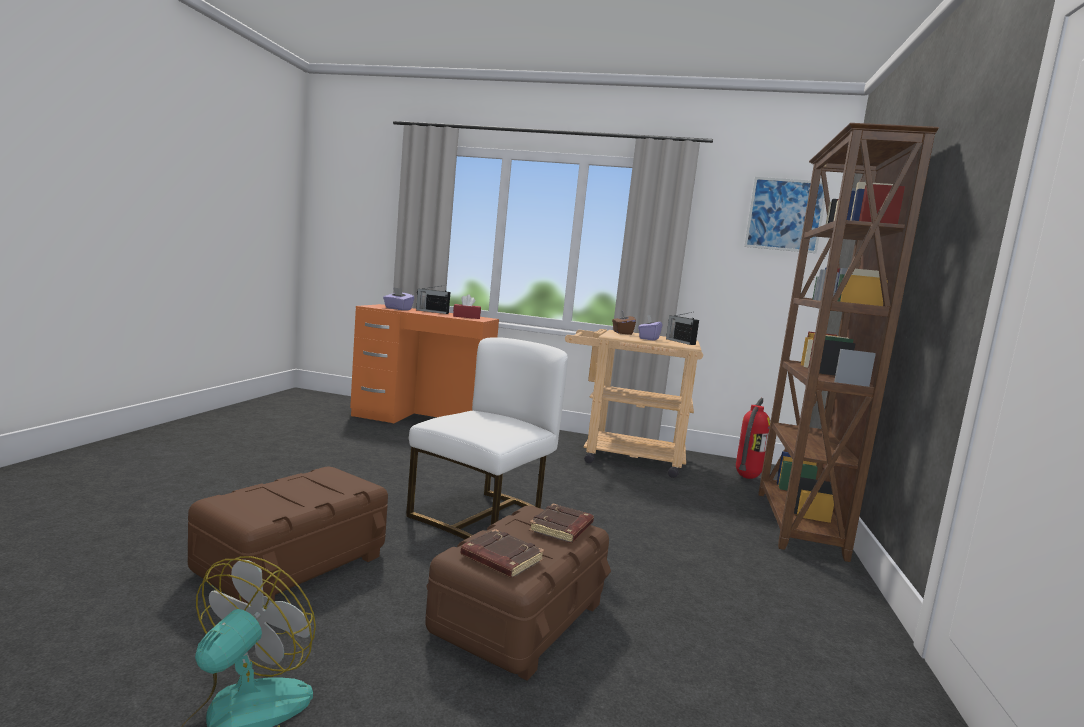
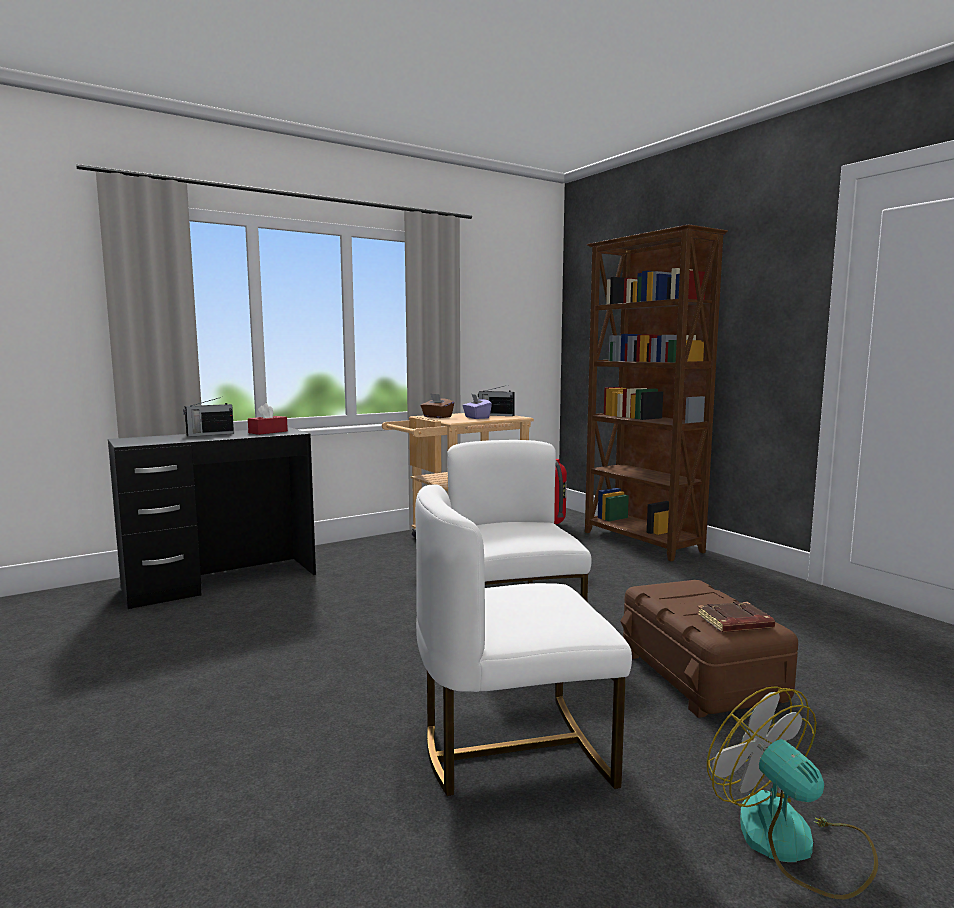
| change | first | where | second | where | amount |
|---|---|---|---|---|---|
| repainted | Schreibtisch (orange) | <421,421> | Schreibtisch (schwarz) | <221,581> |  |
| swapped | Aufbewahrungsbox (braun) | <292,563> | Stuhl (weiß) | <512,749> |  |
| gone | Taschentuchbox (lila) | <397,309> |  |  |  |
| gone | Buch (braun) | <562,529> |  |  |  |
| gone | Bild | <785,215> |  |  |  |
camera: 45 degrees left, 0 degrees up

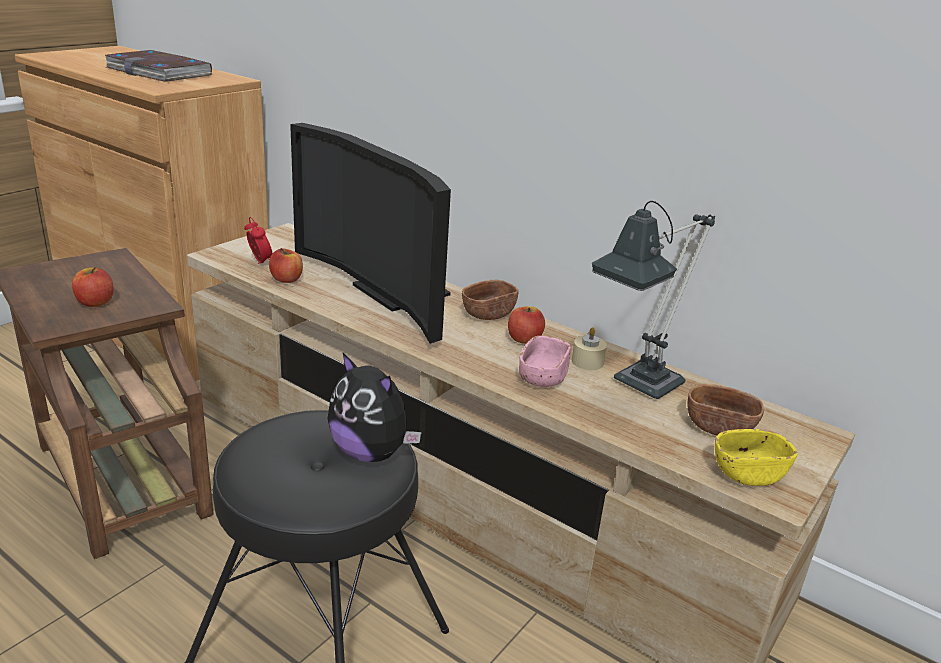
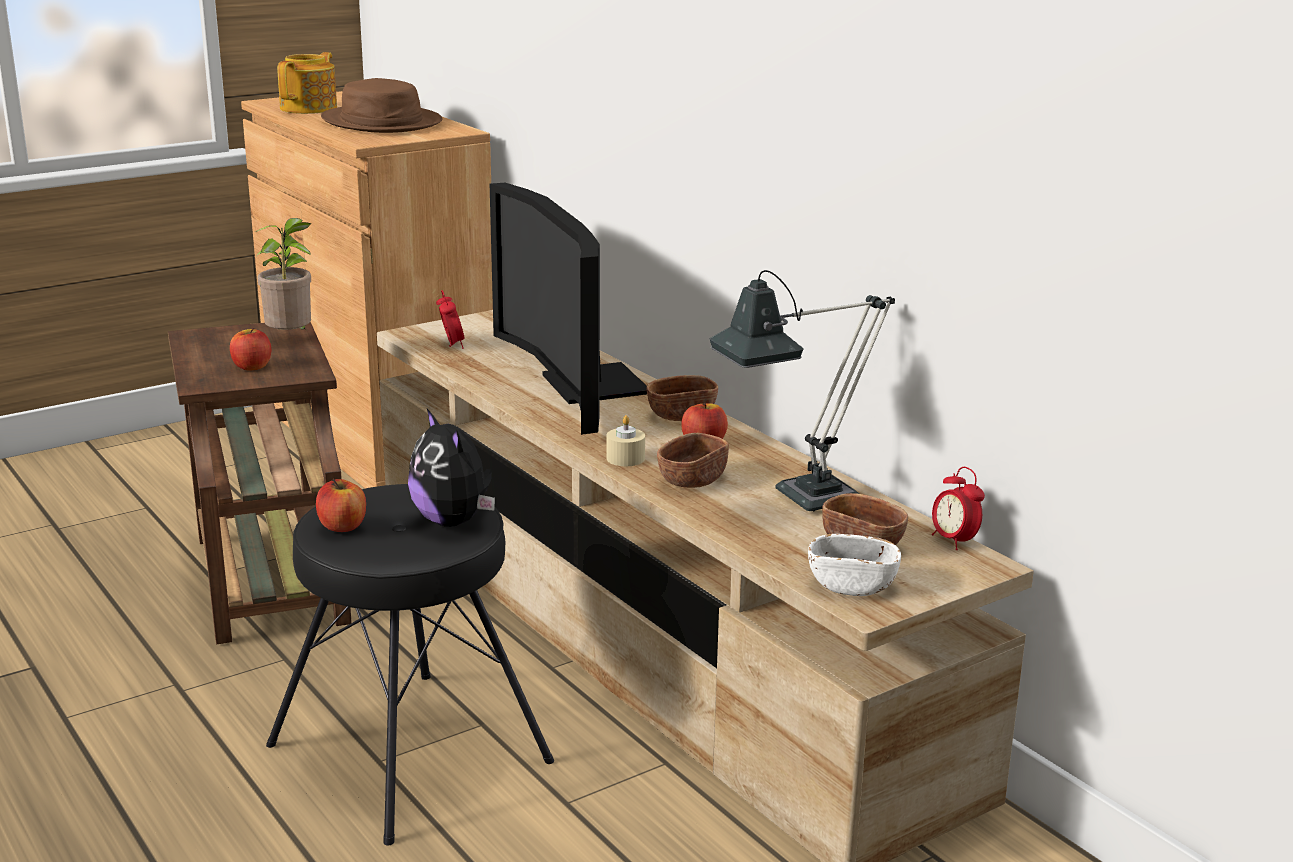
| change | first | where | second | where | amount |
|---|---|---|---|---|---|
| new |  |  | Topfpflanze | <291,339> |  |
| new |  |  | Teekanne | <310,108> |  |
| shifted | Apfel | <286,279> |  | <342,526> |  |
| swapped | Buch | <159,72> | Hut (braun) | <382,122> |  |
| shifted | Kerze (beige) | <587,362> |  | <625,458> |  |
| repainted | Schüssel (rosa) | <542,377> | Schüssel (braun) | <692,480> |  |
| repainted | Schüssel (gelb) | <748,473> | Schüssel (weiß) | <852,585> |  |
| new |  |  | Wecker | <954,541> |  |
camera: 20 degrees right, 5 degrees down

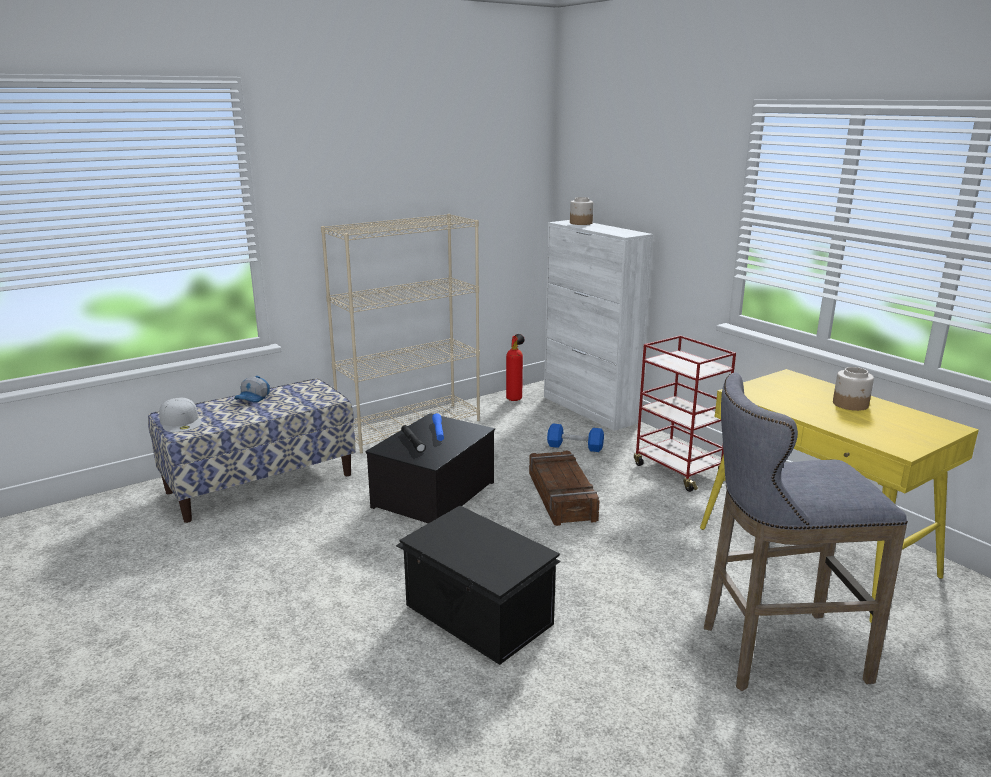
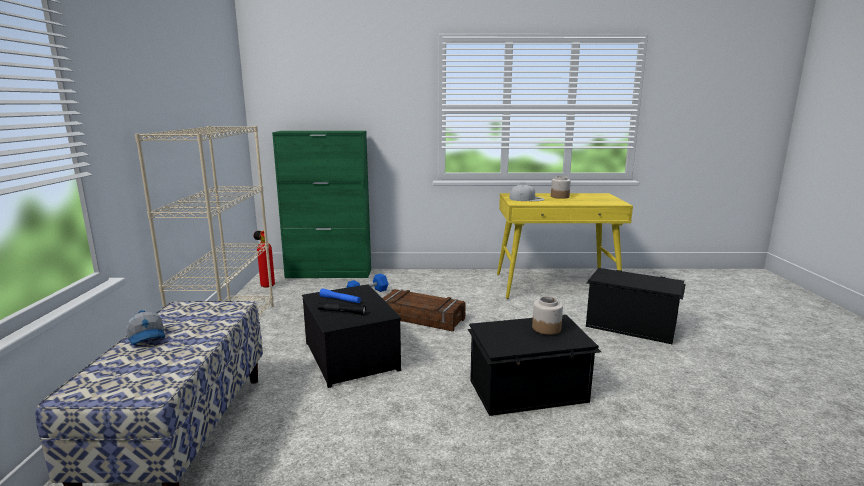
| change | first | where | second | where | amount |
|---|---|---|---|---|---|
| repainted | Schrank (weiß) | <589,409> | Schrank (grün) | <329,273> |  |
| shifted | Kappe (weiß) | <181,422> |  | <526,198> |  |
| shifted | Vorratsglas | <581,223> |  | <546,328> |  |
| swapped | Hocker (grau) | <775,652> | Aufbewahrungsbox (schwarz) | <630,325> |  |
| gone | Rollwagen (rot) | <678,470> |  |  |  |
camera: 55 degrees left, 5 degrees down

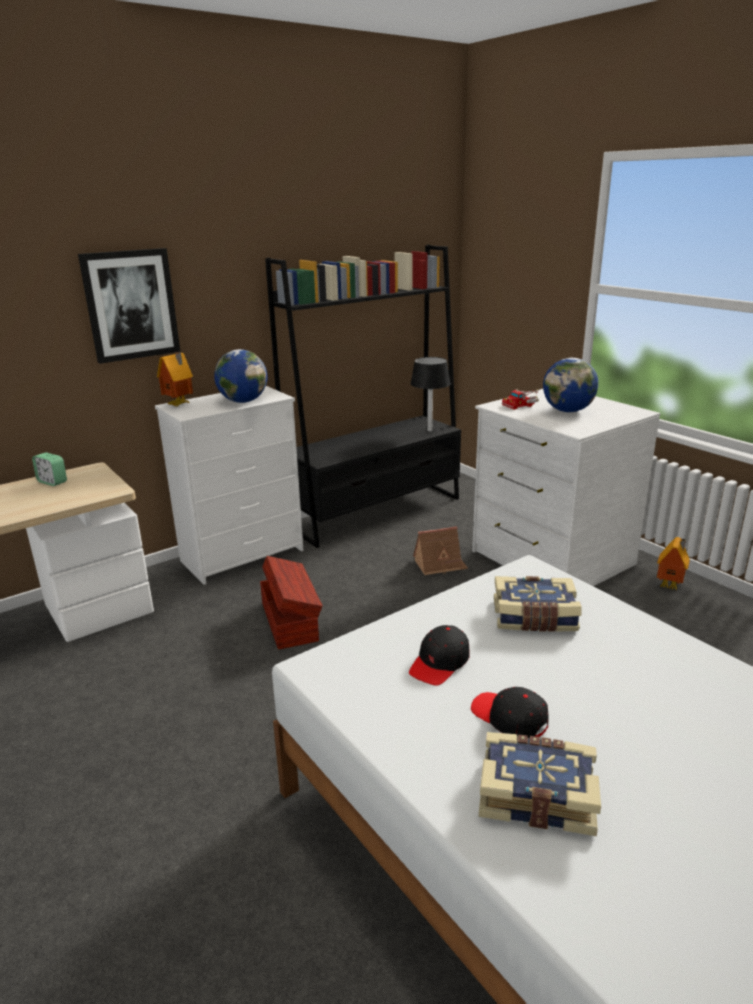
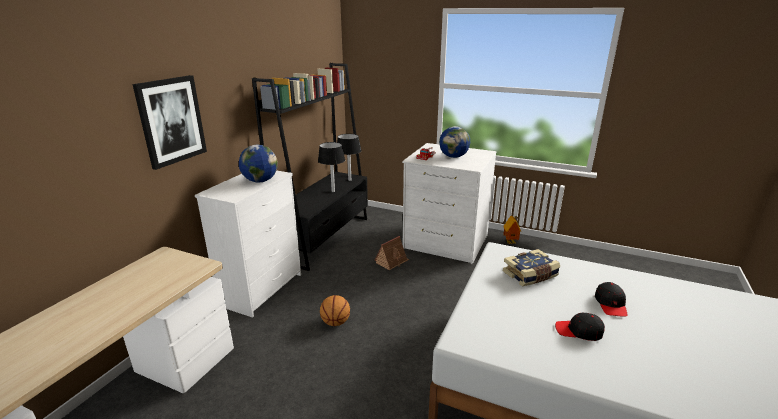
| change | first | where | second | where | amount |
|---|---|---|---|---|---|
| new |  |  | Tischlampe (schwarz) | <333,191> |  |
| swapped | Aufbewahrungsbox (braun) | <290,620> | Basketball | <335,322> |  |
| shifted | Kappe (schwarz) | <440,663> |  | <611,304> |  |
| gone | Wecker | <52,482> |  |  |  |
| gone | Spielzeughaus | <180,405> |  |  |  |
| gone | Buch | <536,794> |  |  |  |
camera: 30 degrees left, 0 degrees up

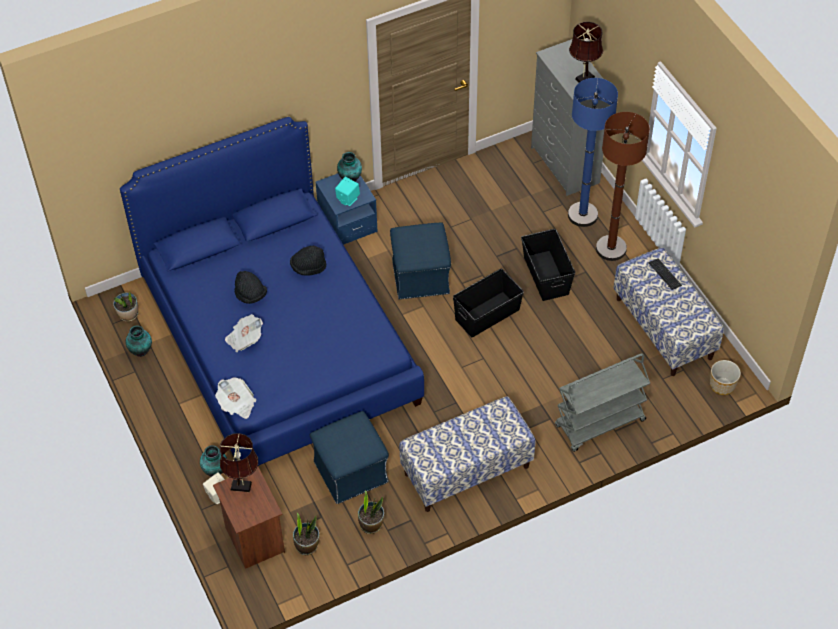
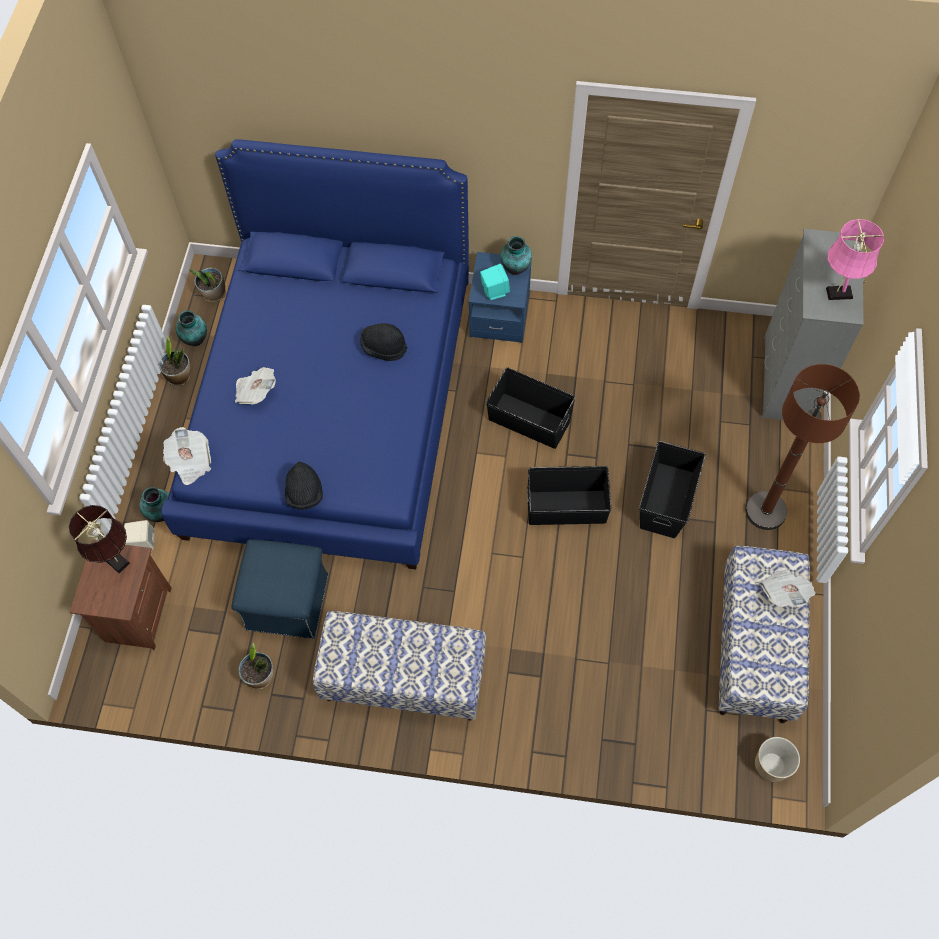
| change | first | where | second | where | amount |
|---|---|---|---|---|---|
| shifted | Topfpflanze | <307,546> |  | <179,376> |  |
| shifted | Hut (schwarz) | <250,295> |  | <304,494> |  |
| swapped | Polsterhocker (blau) | <420,276> | Aufbewahrungsbox (schwarz) | <529,420> |  |
| swapped | Tastatur | <664,274> | Zeitung | <784,592> |  |
| repainted | Tischlampe (braun) | <583,79> | Tischlampe (rosa) | <836,293> |  |
| gone | Rollwagen (grau) | <599,424> |  |  |  |
| gone | Stehlampe (blau) | <582,215> |  |  |  |
camera: 35 degrees right, 10 degrees up

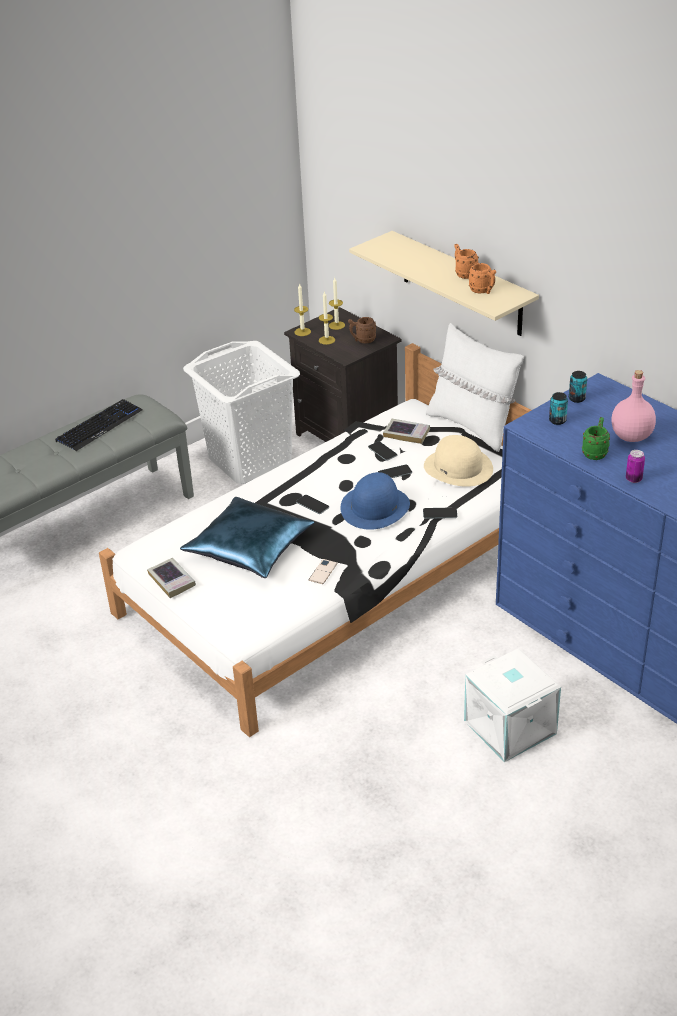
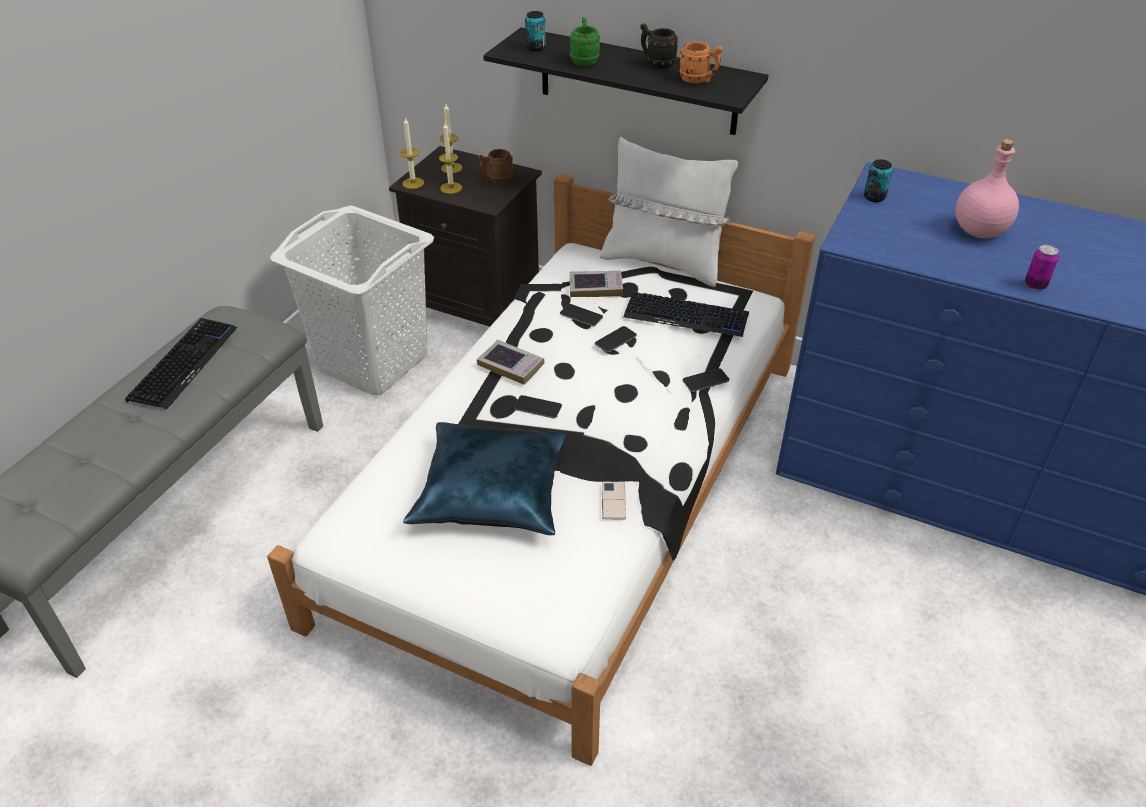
| change | first | where | second | where | amount |
|---|---|---|---|---|---|
| shifted | Buch | <172,581> |  | <511,365> |  |
| repainted | Wandregal (beige) | <461,284> | Wandregal (schwarz) | <637,82> |  |
| shifted | Dose | <557,420> |  | <535,47> |  |
| shifted | Henkelbecher (grün) | <595,452> |  | <584,60> |  |
| swapped | Hut (beige) | <458,467> | Tastatur | <686,316> |  |
| repainted | Henkelbecher (orange) | <464,274> | Henkelbecher (schwarz) | <656,64> |  |
| gone | Hut (blau) | <375,507> |  |  |  |
| gone | Aufbewahrungsbox (weiß) | <511,727> |  |  |  |
camera: 25 degrees left, 5 degrees up

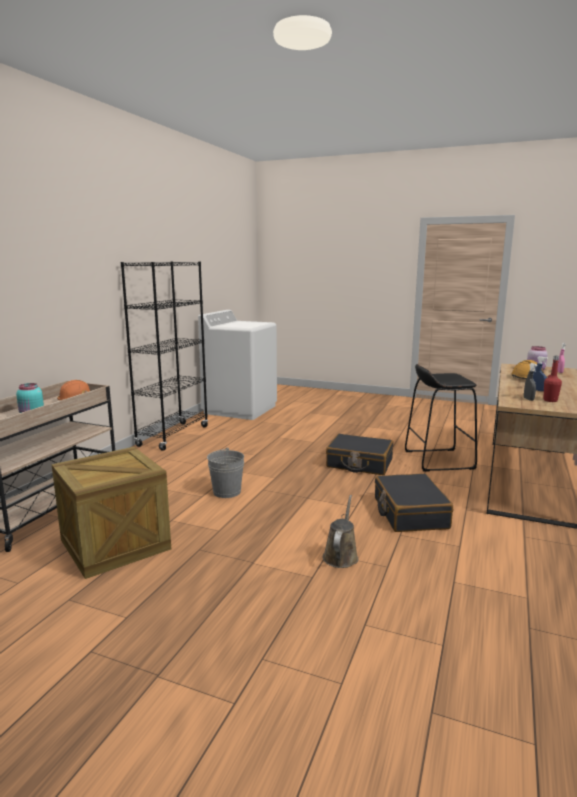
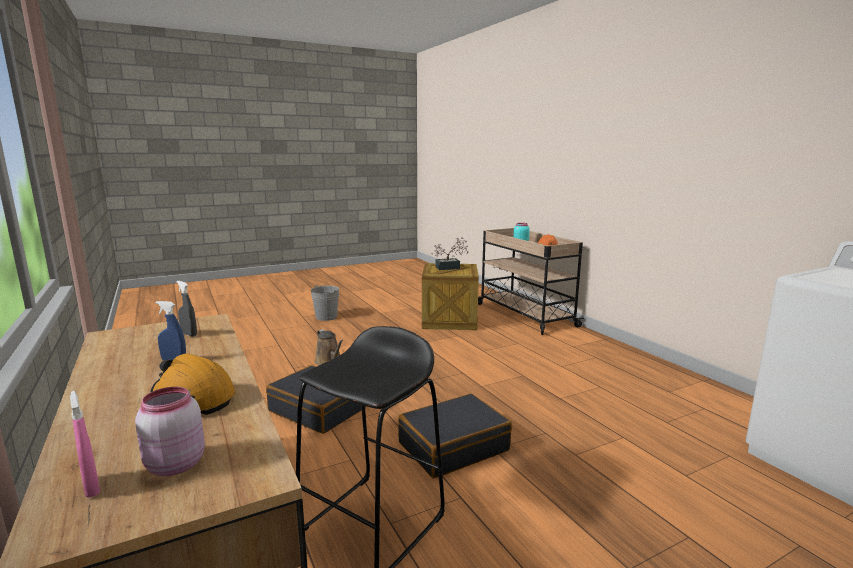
| change | first | where | second | where | amount |
|---|---|---|---|---|---|
| shifted | Eimer (grau) | <227,492> |  | <326,317> |  |
| new |  |  | Topfpflanze | <450,267> |  |
| gone | Bücherregal (schwarz) | <173,436> |  |  |  |
| gone | Flasche (rot) | <550,400> |  |  |  |
camera: 130 degrees right, 0 degrees up

